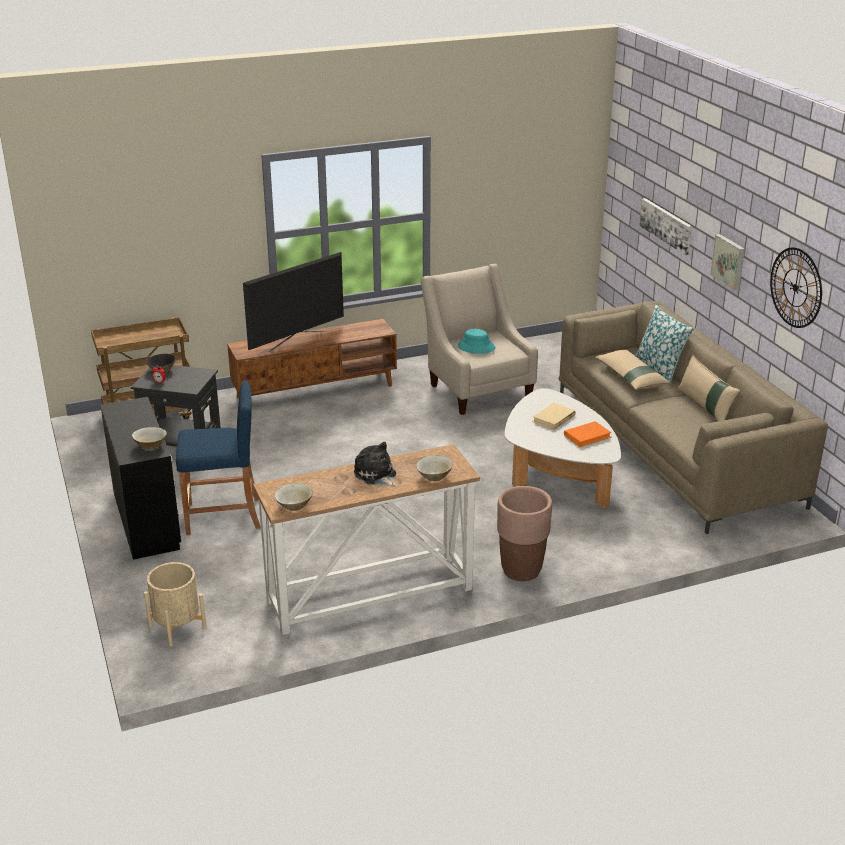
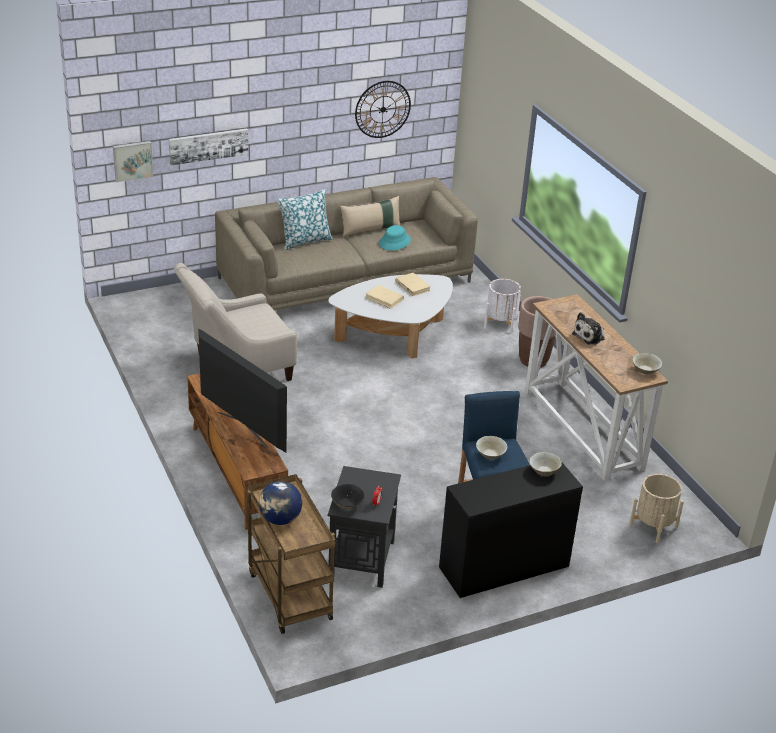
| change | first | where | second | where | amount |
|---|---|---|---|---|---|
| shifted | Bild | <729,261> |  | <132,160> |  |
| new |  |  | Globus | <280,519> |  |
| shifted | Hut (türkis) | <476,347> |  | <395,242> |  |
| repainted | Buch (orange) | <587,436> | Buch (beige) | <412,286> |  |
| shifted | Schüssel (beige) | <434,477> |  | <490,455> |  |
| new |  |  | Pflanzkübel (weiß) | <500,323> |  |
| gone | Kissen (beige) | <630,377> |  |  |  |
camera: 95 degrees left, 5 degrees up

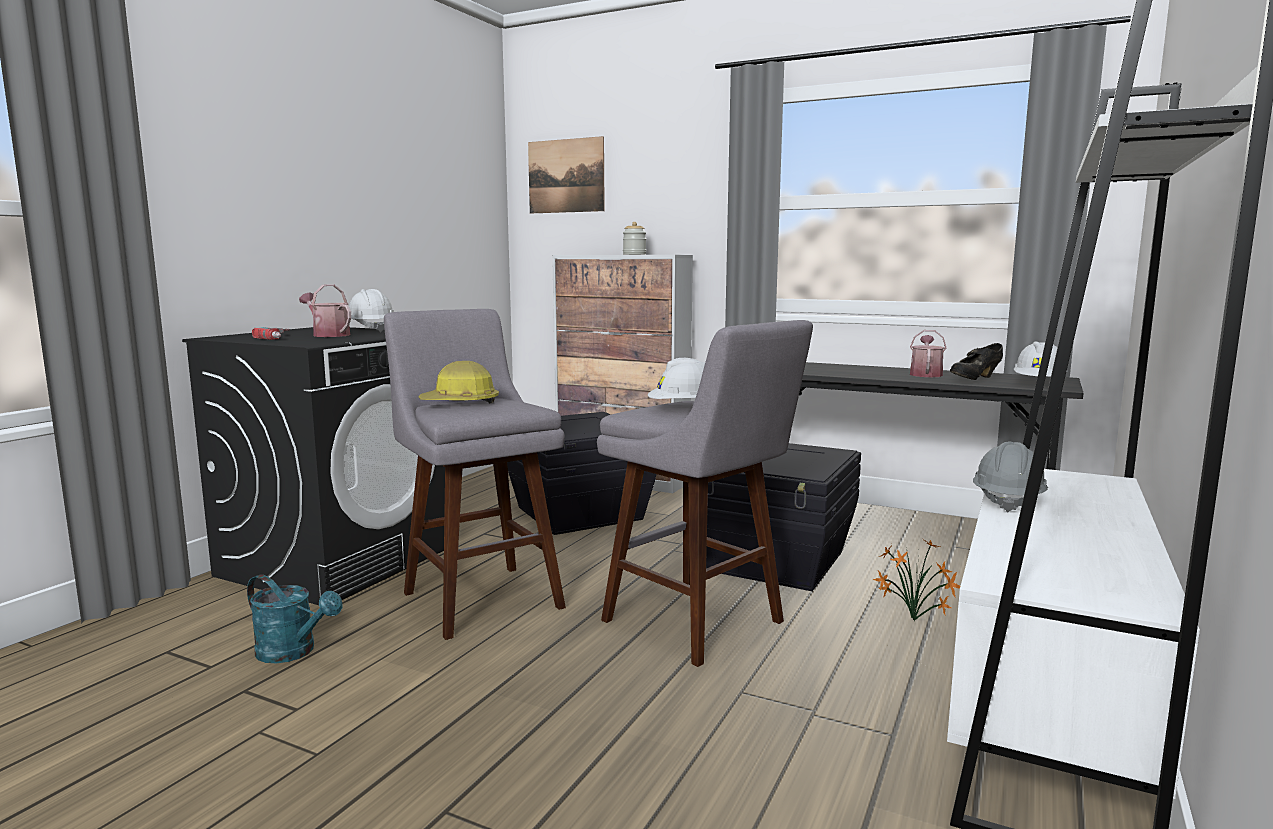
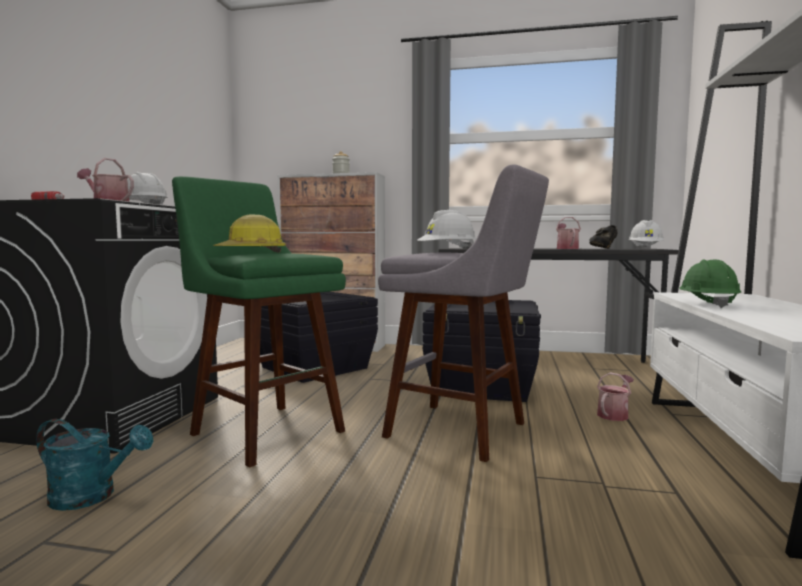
| change | first | where | second | where | amount |
|---|---|---|---|---|---|
| repainted | Hocker (grau) | <479,597> | Hocker (grün) | <263,430> |  |
| swapped | Topfpflanze | <915,622> | Gießkanne | <614,414> |  |
| repainted | Schutzhelm (grau) | <1007,501> | Schutzhelm (grün) | <707,304> |  |
| gone | Bild | <566,176> |  |  |  |
camera: 15 degrees left, 5 degrees down

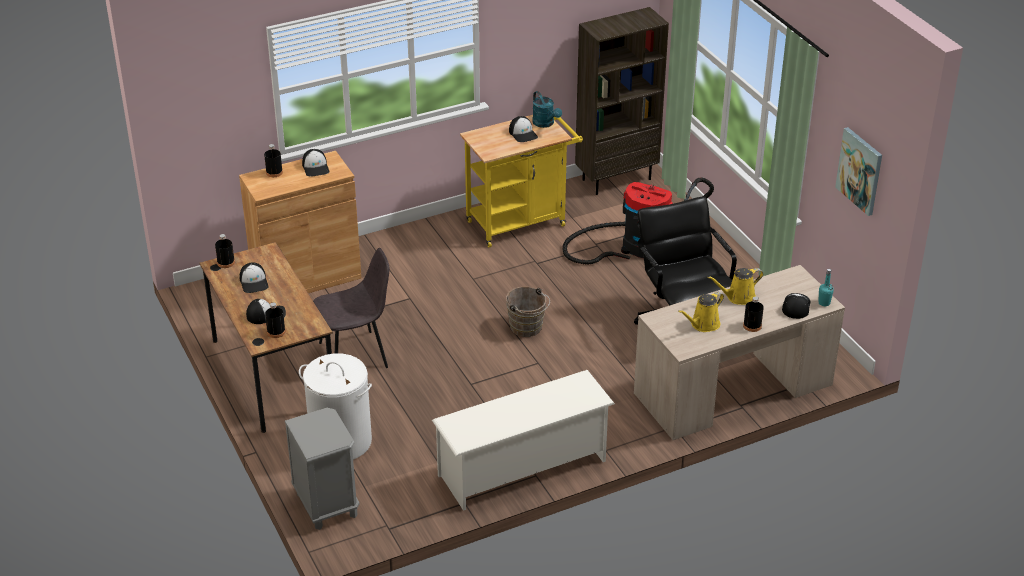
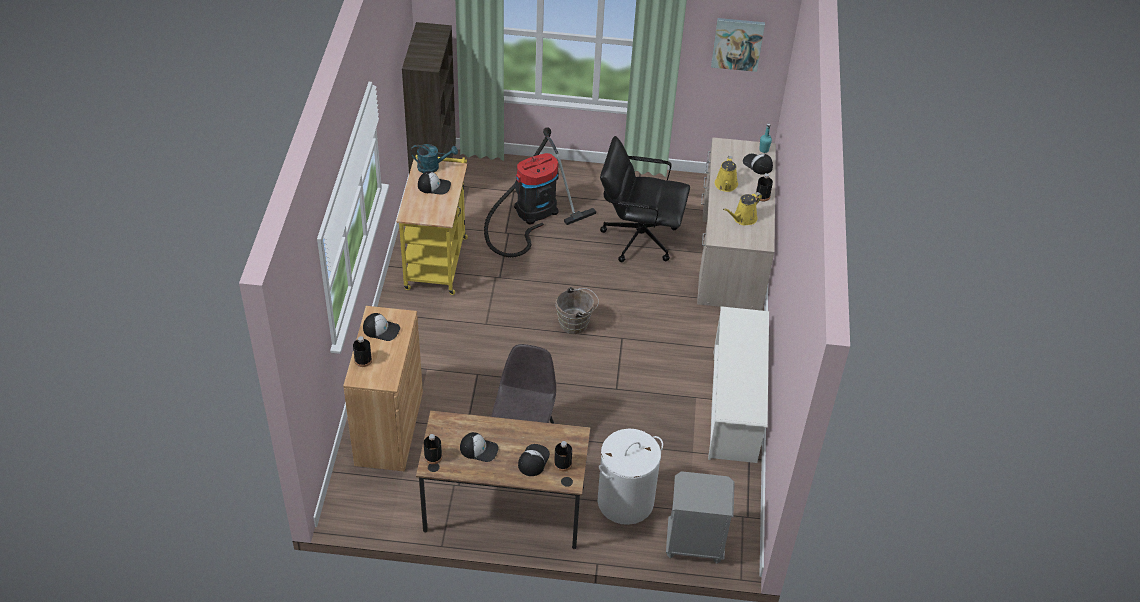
| change | first | where | second | where | amount |
|---|---|---|---|---|---|
| rotated | Gießkanne (gelb) | <703,325> |  | <743,218> | 60 degrees clockwise |
camera: 60 degrees left, 10 degrees up

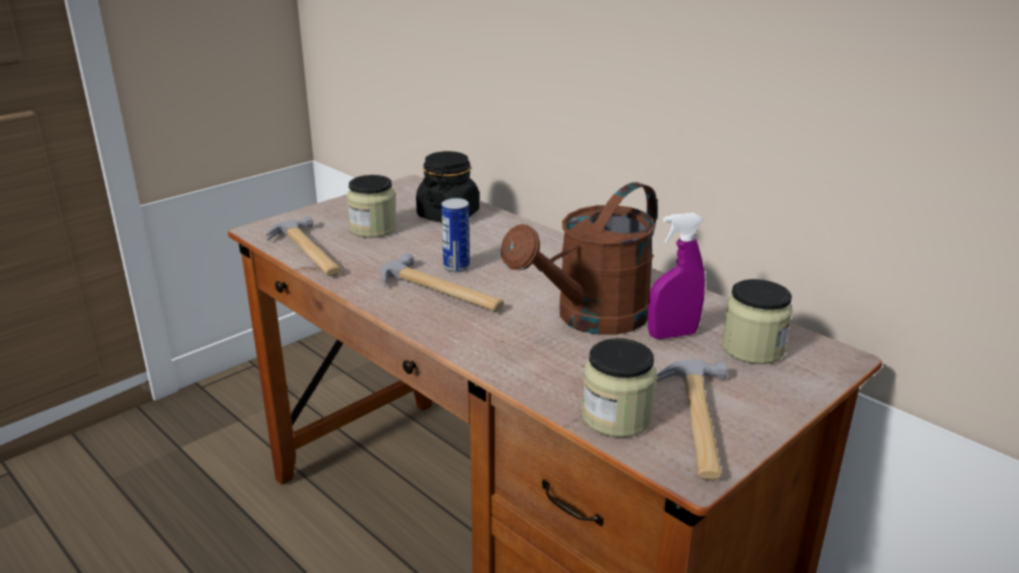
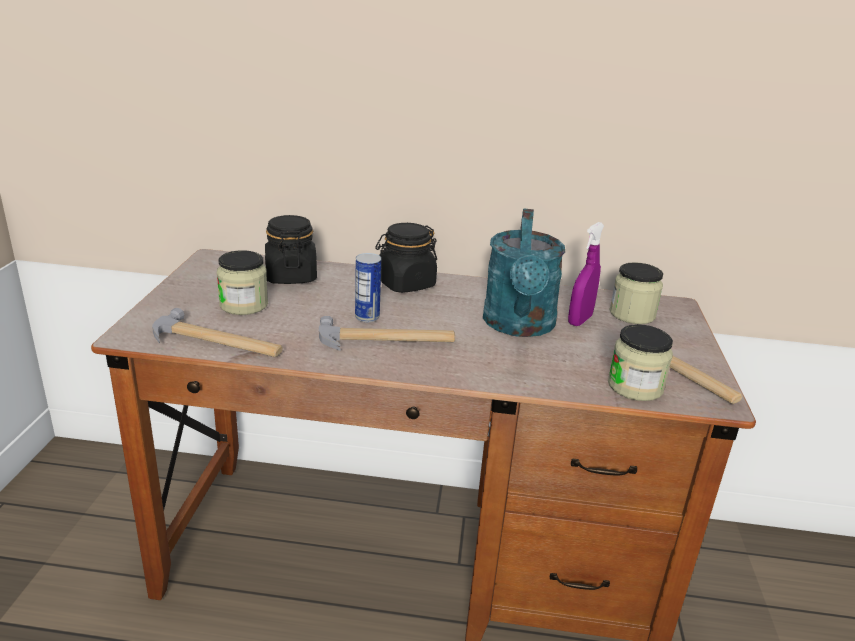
| change | first | where | second | where | amount |
|---|---|---|---|---|---|
| new |  |  | Vorratsglas (schwarz) | <405,284> |  |
| repainted | Gießkanne (braun) | <591,319> | Gießkanne (türkis) | <519,326> |  |
camera: 40 degrees left, 0 degrees up

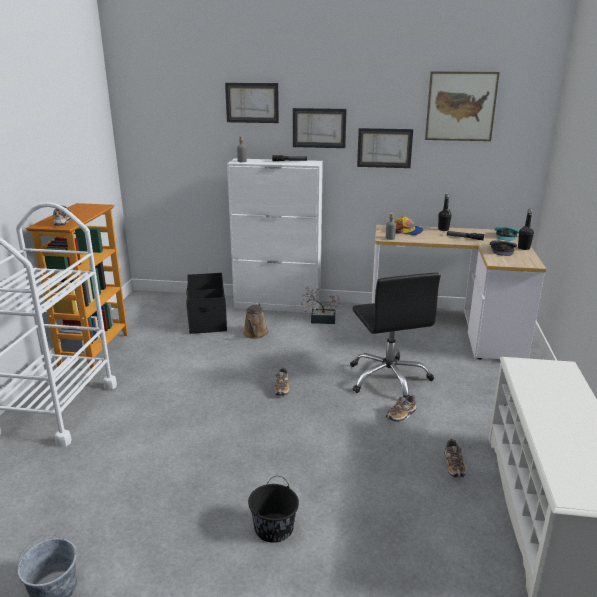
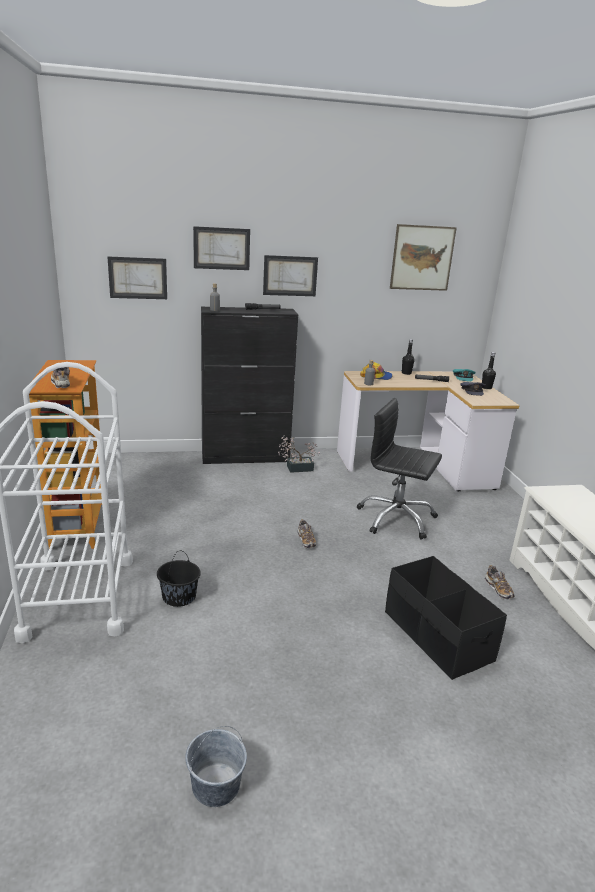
| change | first | where | second | where | amount |
|---|---|---|---|---|---|
| shifted | Bild | <384,148> |  | <138,278> |  |
| shifted | Eimer (schwarz) | <273,528> |  | <179,597> |  |
| repainted | Schrank (weiß) | <278,305> | Schrank (schwarz) | <246,457> |  |
| rotated | Bürostuhl (schwarz) | <389,379> |  | <396,518> | 150 degrees clockwise |
| shifted | Aufbewahrungsbox (schwarz) | <207,318> |  | <437,636> |  |
| gone | Gießkanne (braun) | <255,334> |  |  |  |
| gone | Schuh | <401,415> |  |  |  |
camera: 20 degrees left, 0 degrees up

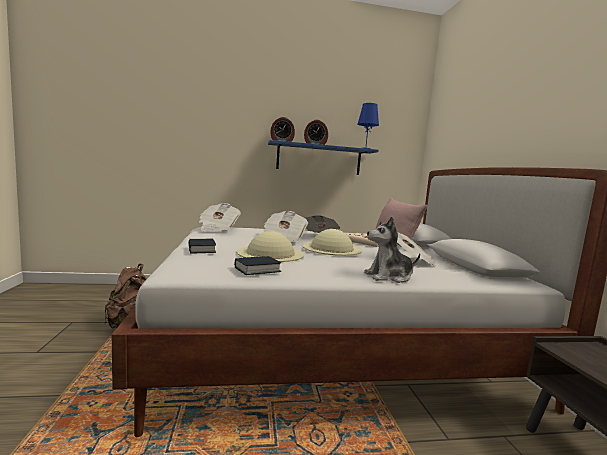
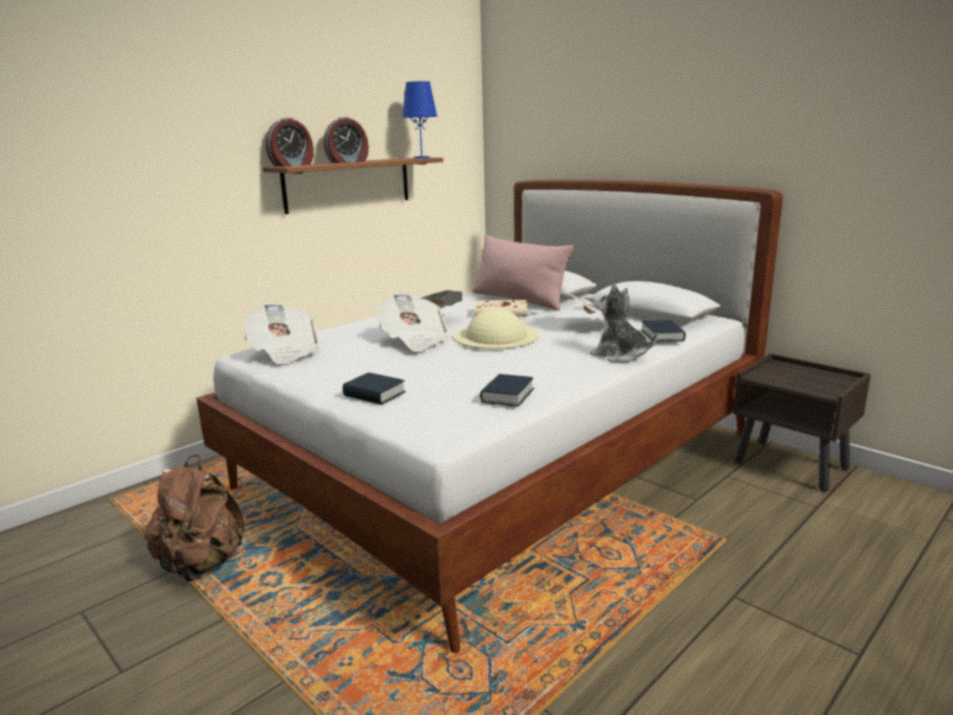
| change | first | where | second | where | amount |
|---|---|---|---|---|---|
| repainted | Wandregal (blau) | <319,159> | Wandregal (braun) | <348,184> |  |
| rotated | Plüschtier | <389,277> |  | <619,355> | 90 degrees clockwise |
| new |  |  | Buch | <662,336> |  |
| gone | Hut (beige) | <270,253> |  |  |  |
camera: 35 degrees left, 10 degrees up

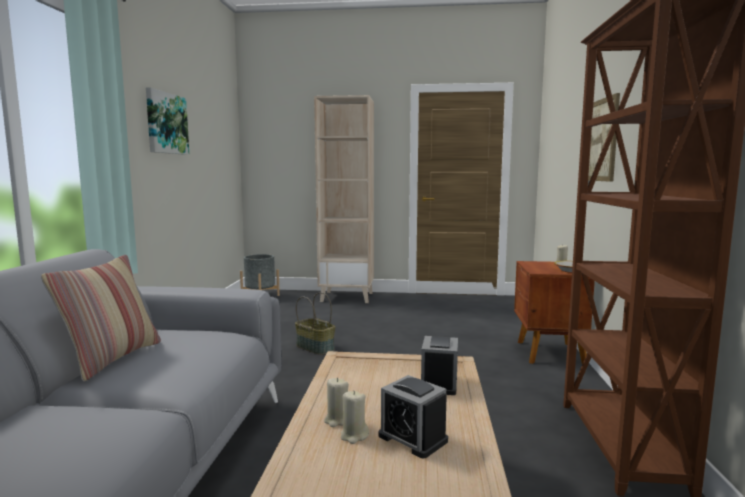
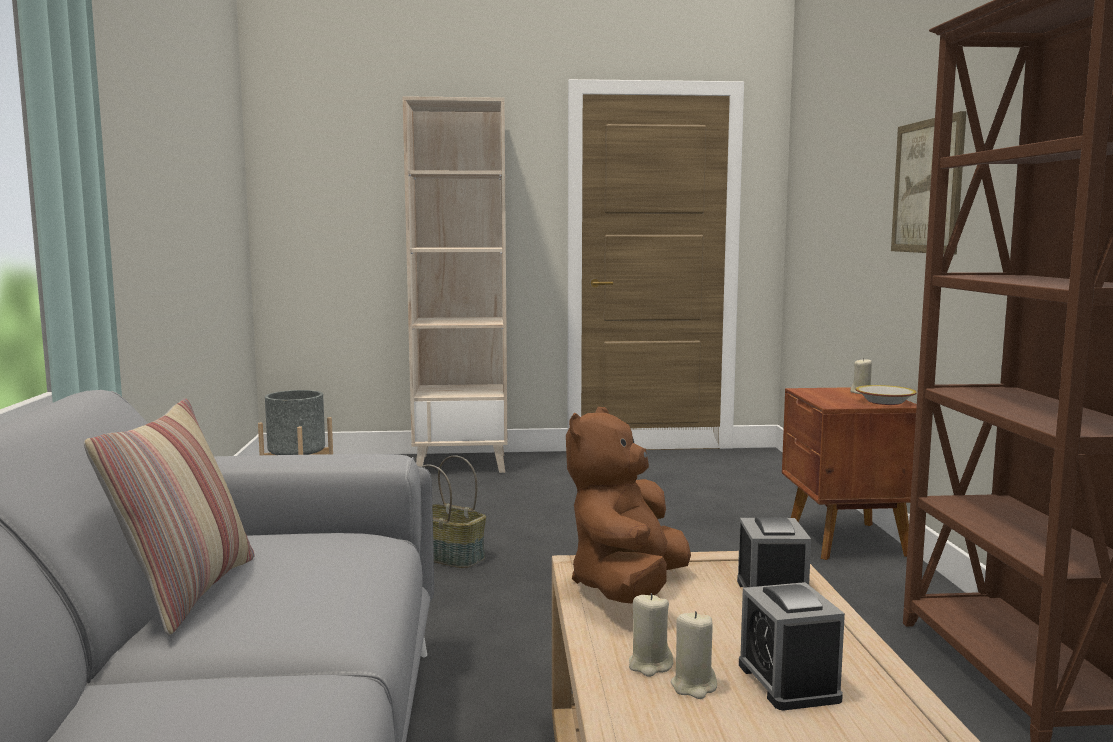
| change | first | where | second | where | amount |
|---|---|---|---|---|---|
| new |  |  | Plüschtier (braun) | <627,589> |  |
| rotated | Wecker | <412,438> |  | <788,682> | 45 degrees clockwise |
| gone | Bild | <166,123> |  |  |  |
camera: 10 degrees left, 0 degrees up

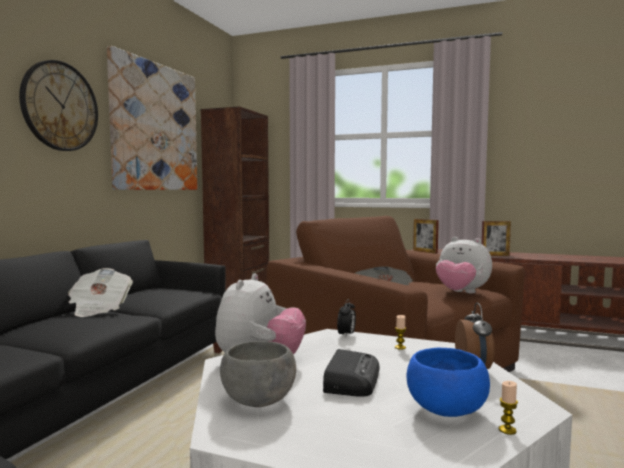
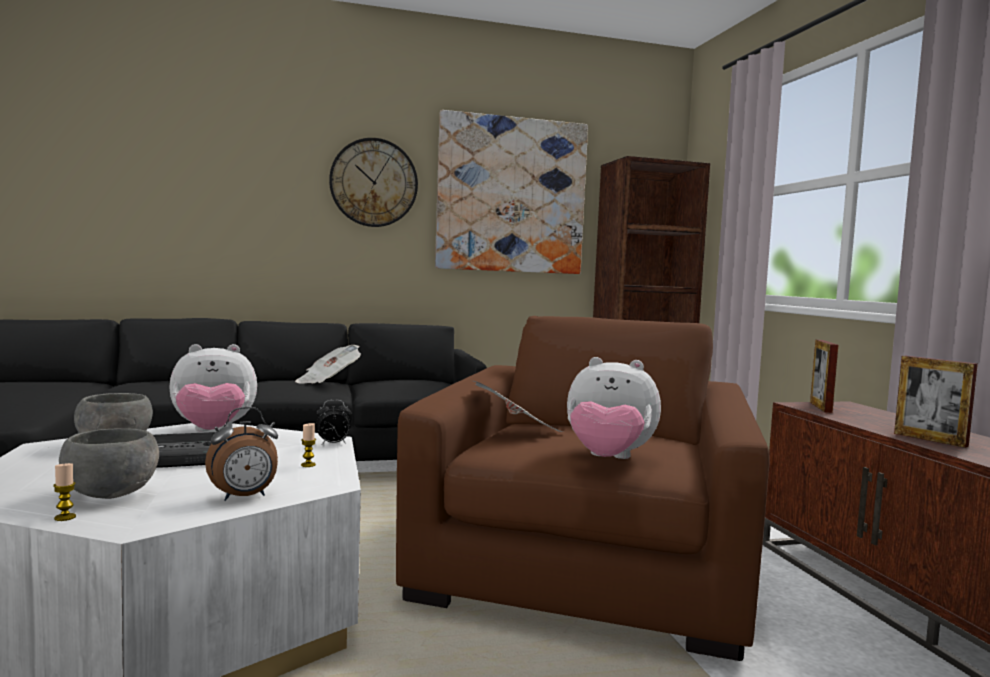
| change | first | where | second | where | amount |
|---|---|---|---|---|---|
| repainted | Schüssel (blau) | <446,410> | Schüssel (grau) | <111,494> |  |
| rotated | Plüschtier | <461,293> |  | <608,459> | 75 degrees counterclockwise |
camera: 55 degrees right, 0 degrees up

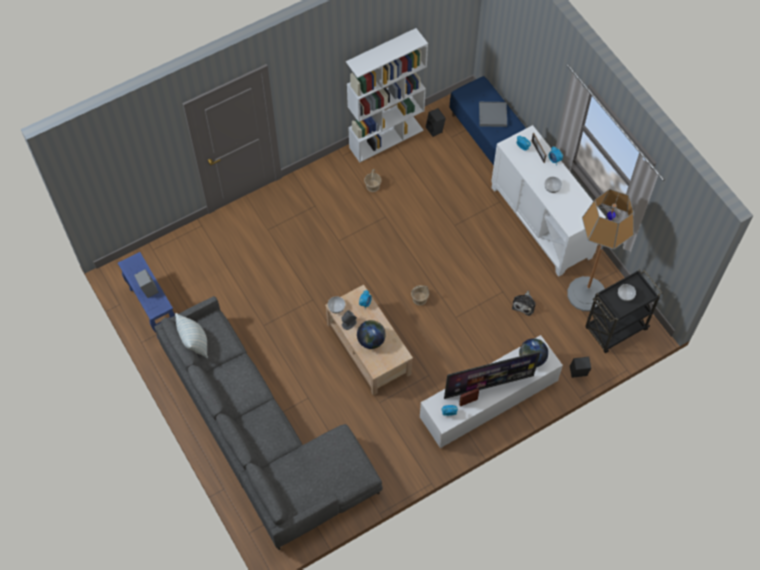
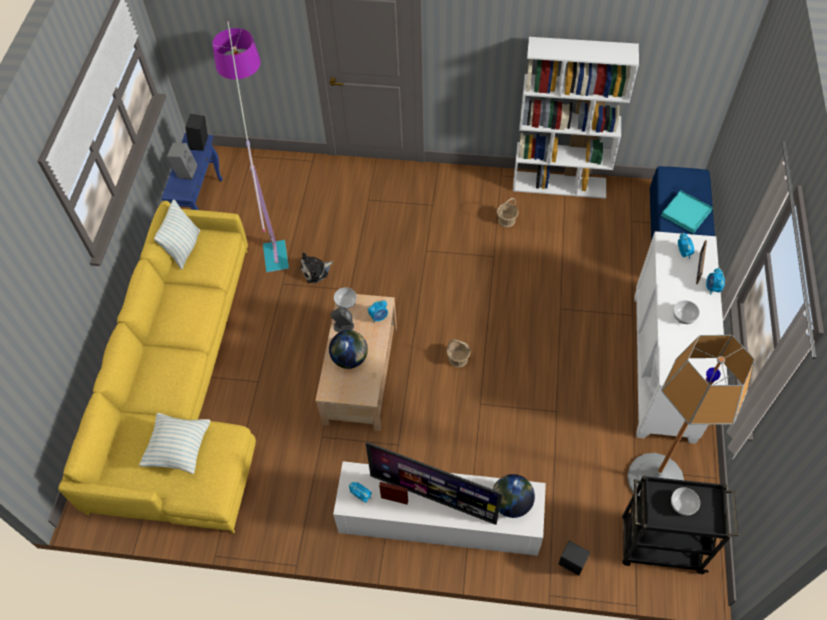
| change | first | where | second | where | amount |
|---|---|---|---|---|---|
| repainted | Sofa (grau) | <263,436> | Sofa (gelb) | <182,389> |  |
| new |  |  | Kissen | <179,449> |  |
| shifted | Lautsprecher (schwarz) | <435,129> |  | <201,144> |  |
| new |  |  | Stehlampe | <269,207> |  |
| shifted | Plüschtier | <524,304> |  | <316,271> |  |
| repainted | Tablett (grau) | <492,115> | Tablett (türkis) | <686,213> |  |
camera: 40 degrees right, 5 degrees down

